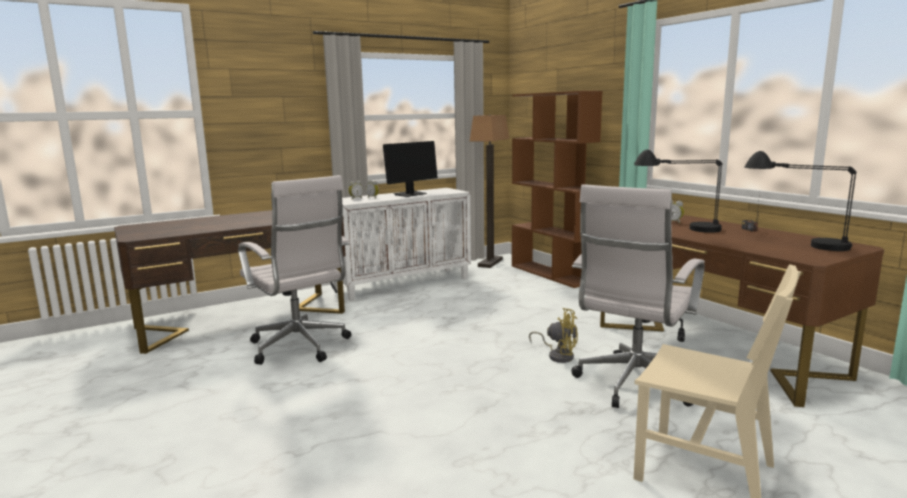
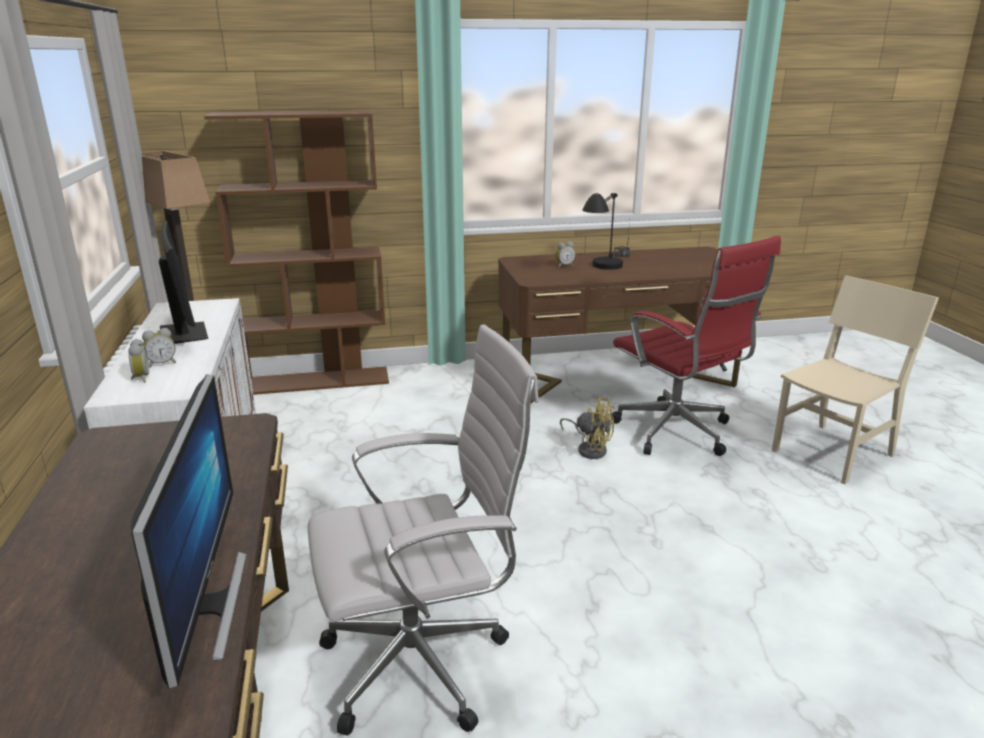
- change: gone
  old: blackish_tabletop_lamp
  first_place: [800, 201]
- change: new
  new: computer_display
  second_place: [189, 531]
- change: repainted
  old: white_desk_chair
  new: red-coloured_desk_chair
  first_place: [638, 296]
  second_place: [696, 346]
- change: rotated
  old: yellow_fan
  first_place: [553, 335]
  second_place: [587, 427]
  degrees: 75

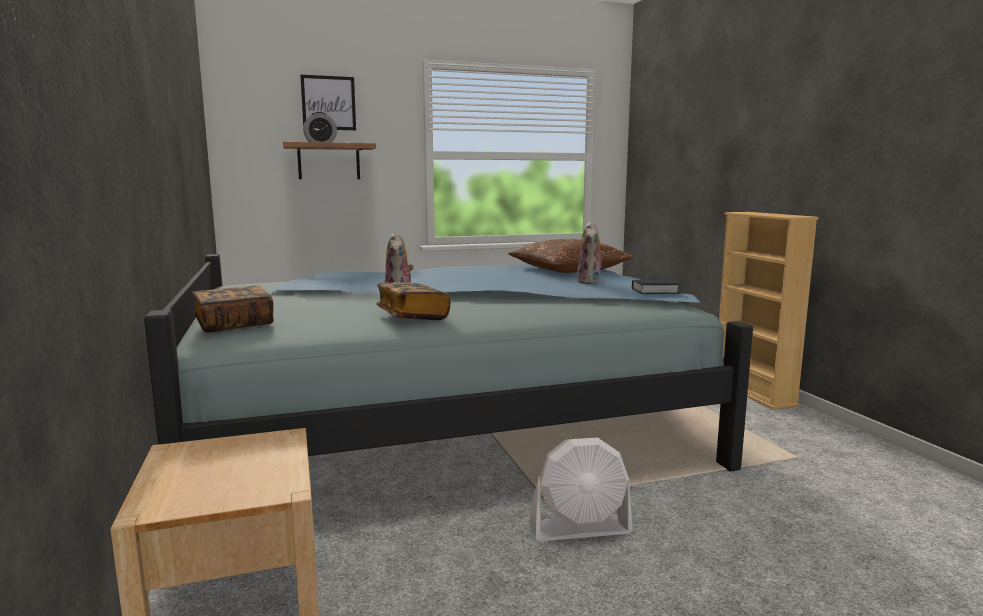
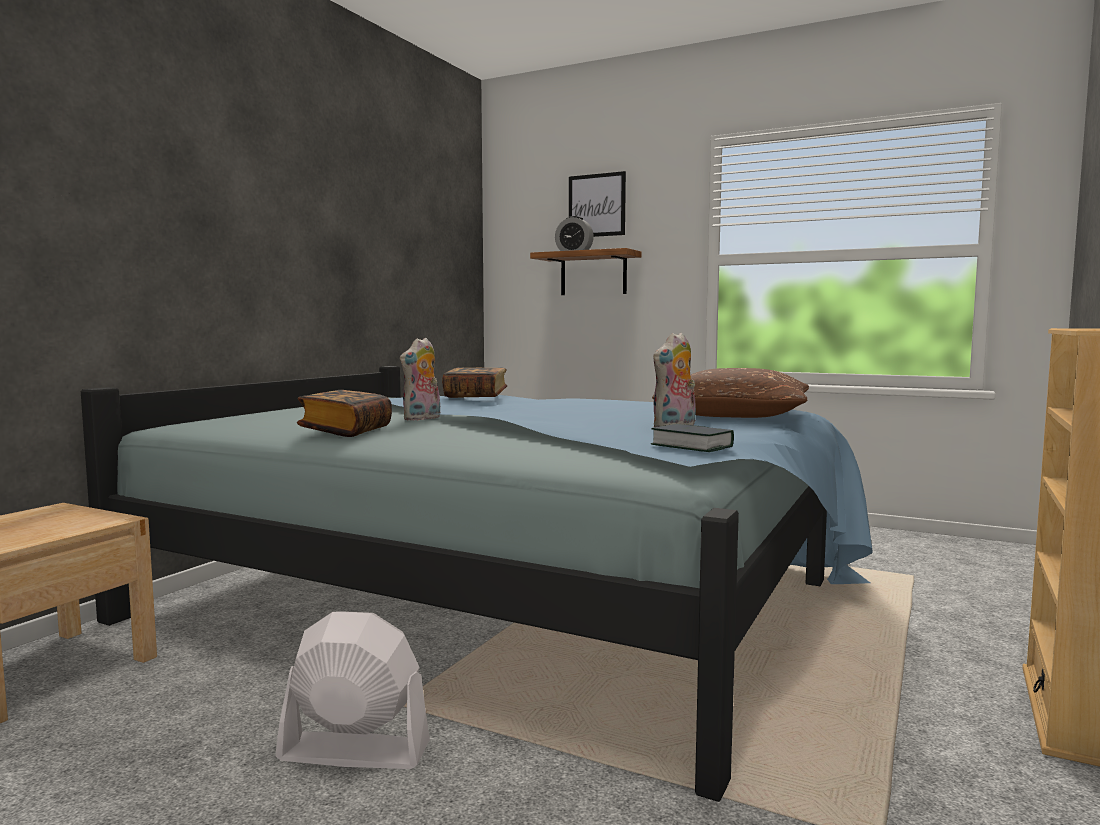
- change: shifted
  old: volume
  first_place: [233, 309]
  second_place: [474, 382]
- change: rotated
  old: white_fan
  first_place: [581, 489]
  second_place: [352, 690]
  degrees: 150

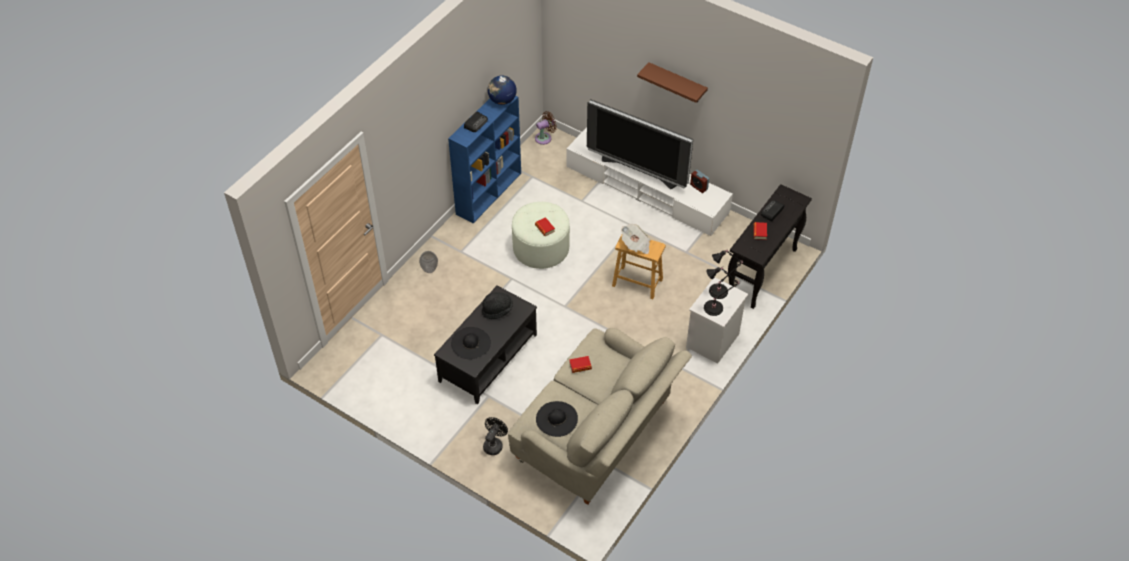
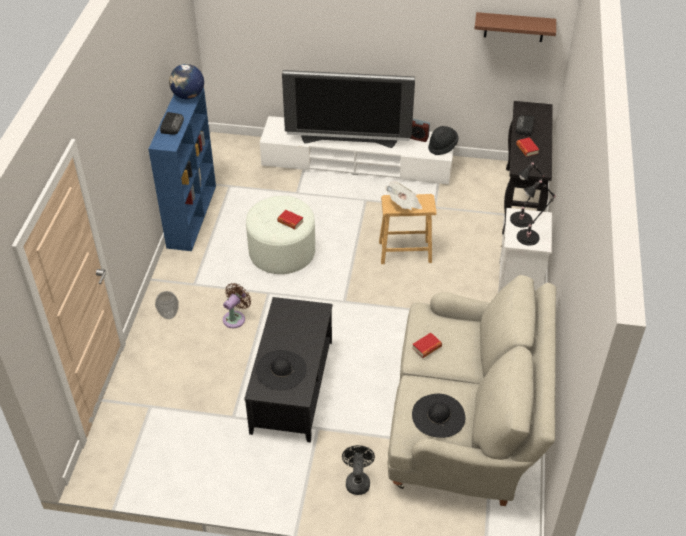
- change: shifted
  old: blackish_clothing_hat
  first_place: [497, 305]
  second_place: [443, 140]
- change: shifted
  old: brown_fan
  first_place: [546, 128]
  second_place: [237, 305]
- change: shifted
  old: brown_shelf
  first_place: [672, 82]
  second_place: [515, 27]

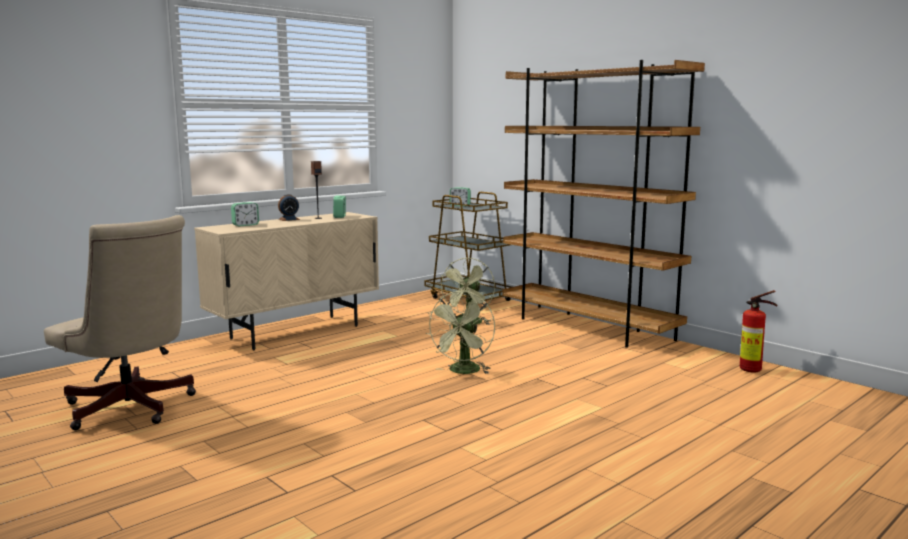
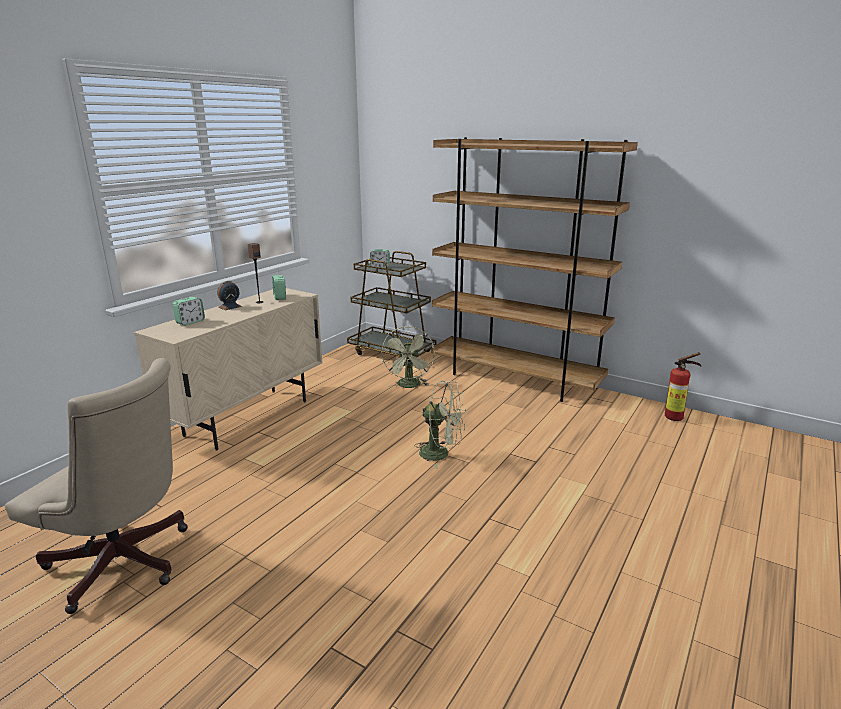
- change: rotated
  old: green_fan
  first_place: [460, 332]
  second_place: [440, 424]
  degrees: -75

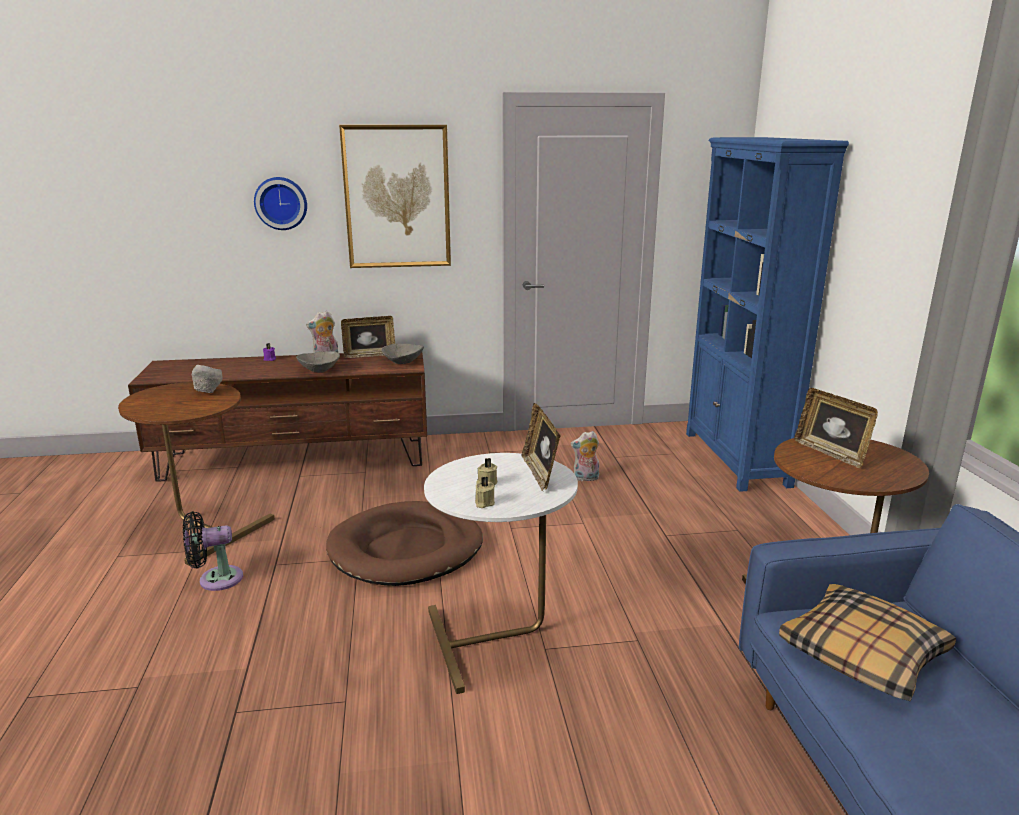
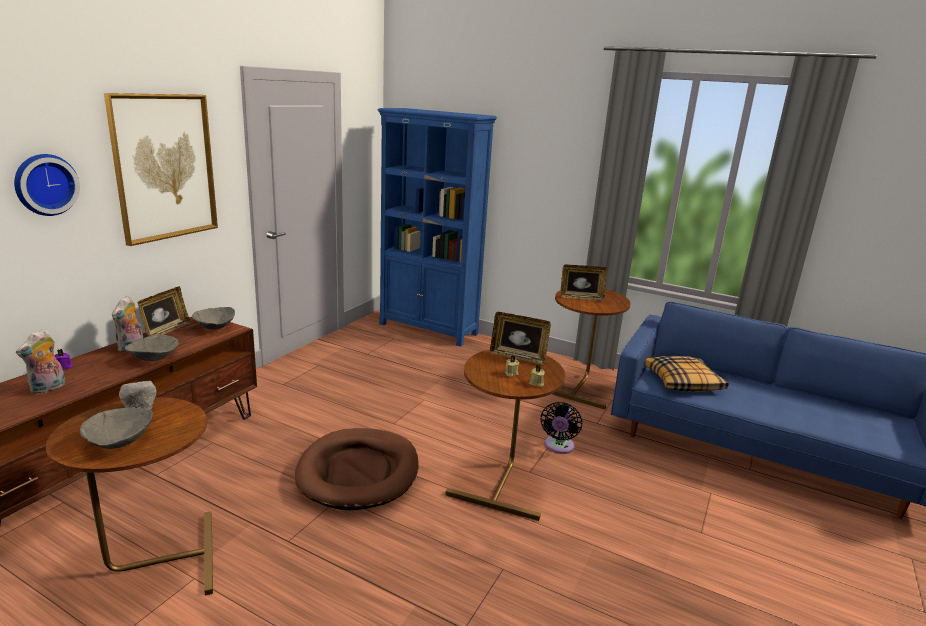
- change: new
  new: grey_serving_bowl
  second_place: [116, 428]
- change: shifted
  old: blackish_fan
  first_place: [213, 551]
  second_place: [561, 428]
- change: shifted
  old: cuddly_toy
  first_place: [584, 456]
  second_place: [40, 361]
- change: repainted
  old: white_end_table
  new: brown_end_table
  first_place: [501, 573]
  second_place: [505, 435]

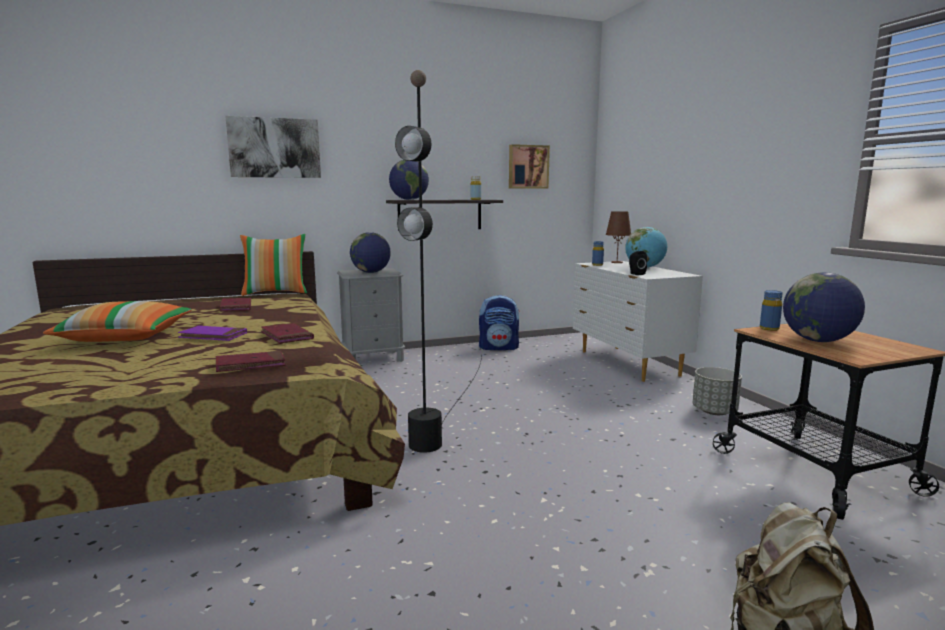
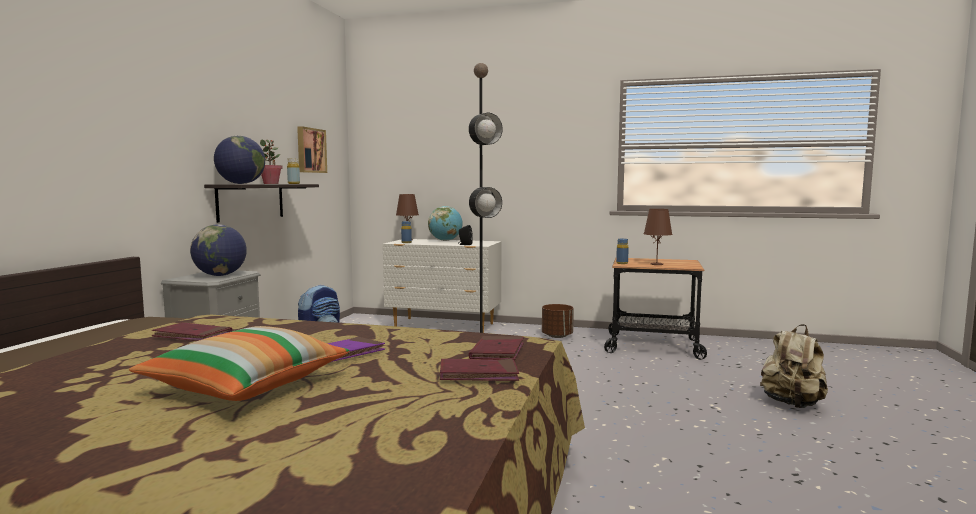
- change: gone
  old: wall_picture
  first_place: [273, 147]
- change: gone
  old: pillow
  first_place: [273, 265]
- change: new
  new: potted_plant
  second_place: [271, 161]
- change: shifted
  old: red-coloured_volume
  first_place: [287, 333]
  second_place: [479, 370]
- change: swapped
  old: world_globe
  new: brown_tabletop_lamp
  first_place: [824, 307]
  second_place: [658, 237]
- change: repainted
  old: grey_flower_pot
  new: brown_flower_pot
  first_place: [717, 391]
  second_place: [558, 321]

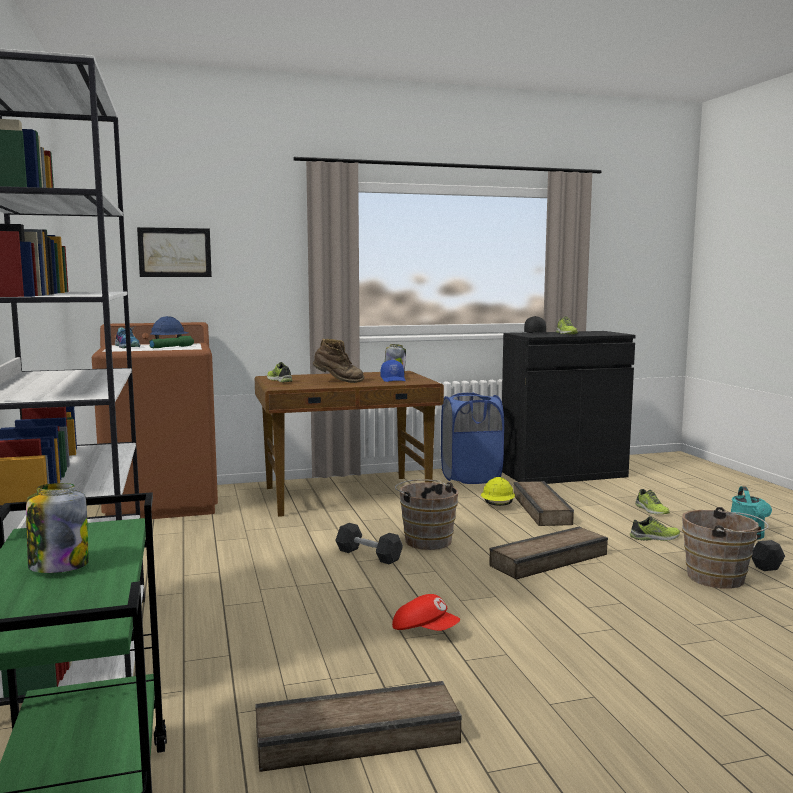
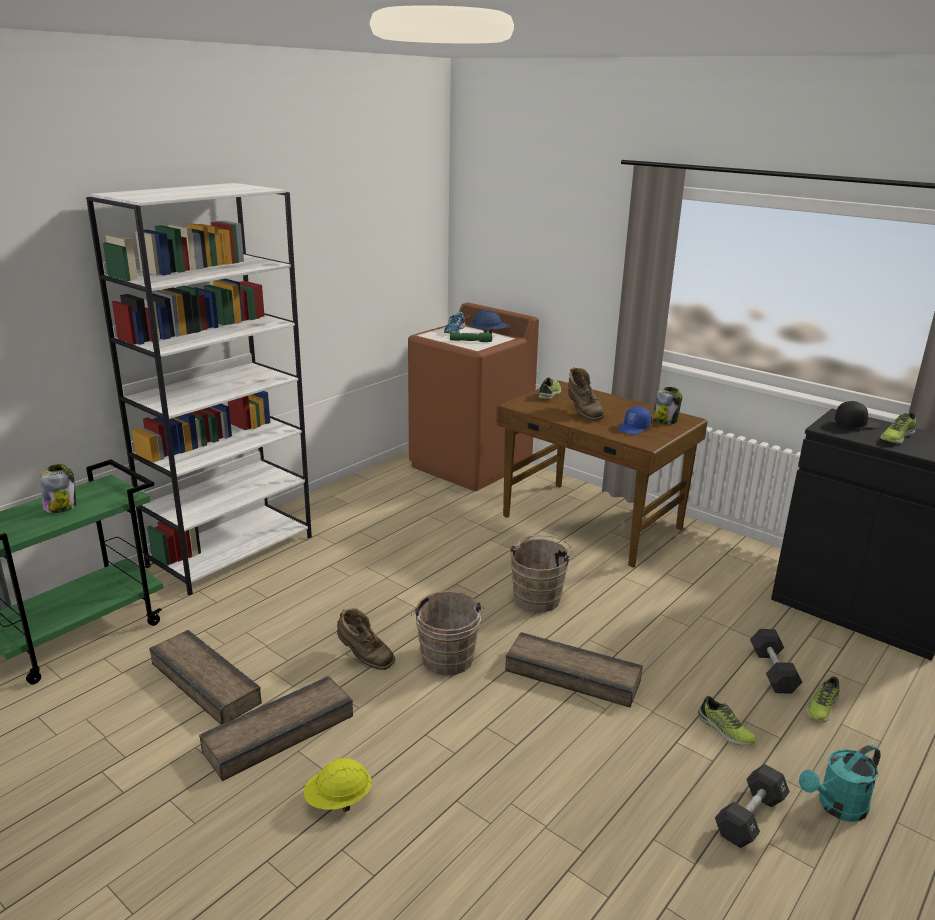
- change: gone
  old: wall_picture
  first_place: [174, 252]
- change: gone
  old: blue-coloured_laundry_basket
  first_place: [472, 438]
- change: shifted
  old: blackish_hand_weight
  first_place: [369, 544]
  second_place: [776, 661]
- change: shifted
  old: yellow_safety_helmet
  first_place: [498, 491]
  second_place: [337, 785]
- change: shifted
  old: packing_crate
  first_place: [544, 503]
  second_place: [276, 728]
- change: shifted
  old: brown_water_bucket
  first_place: [725, 548]
  second_place: [447, 633]
- change: swapped
  old: red-coloured_peaked_cap
  new: brown_tall_boot
  first_place: [426, 612]
  second_place: [366, 639]

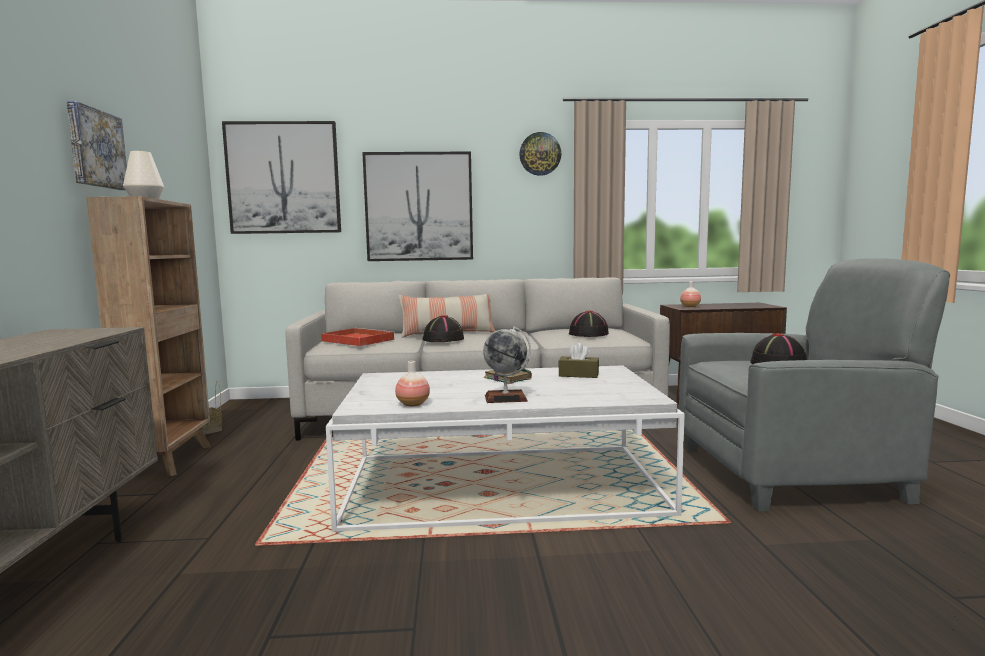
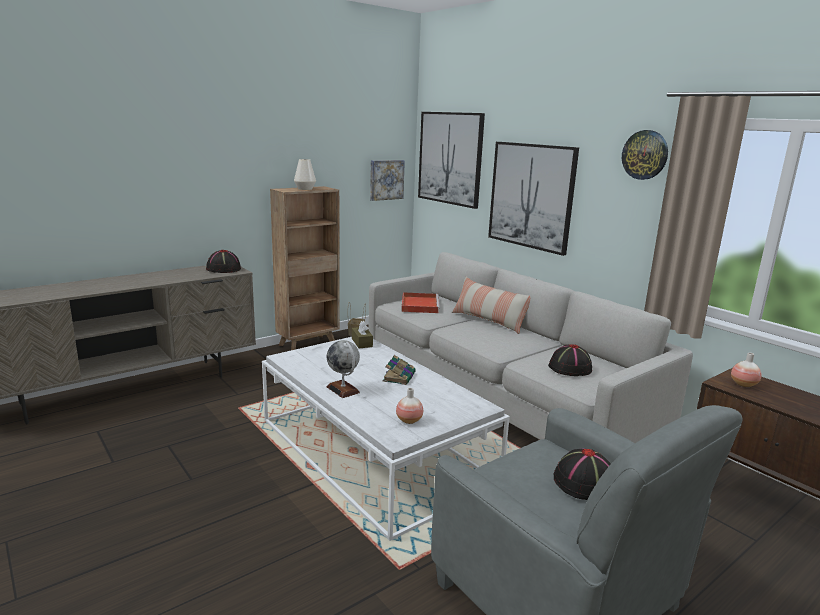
- change: shifted
  old: wall_picture
  first_place: [96, 145]
  second_place: [387, 180]
- change: shifted
  old: decorative_vase
  first_place: [412, 383]
  second_place: [409, 406]
- change: shifted
  old: blackish_clothing_hat
  first_place: [443, 328]
  second_place: [223, 261]
- change: shifted
  old: brown_tissue_box
  first_place: [578, 360]
  second_place: [362, 334]

